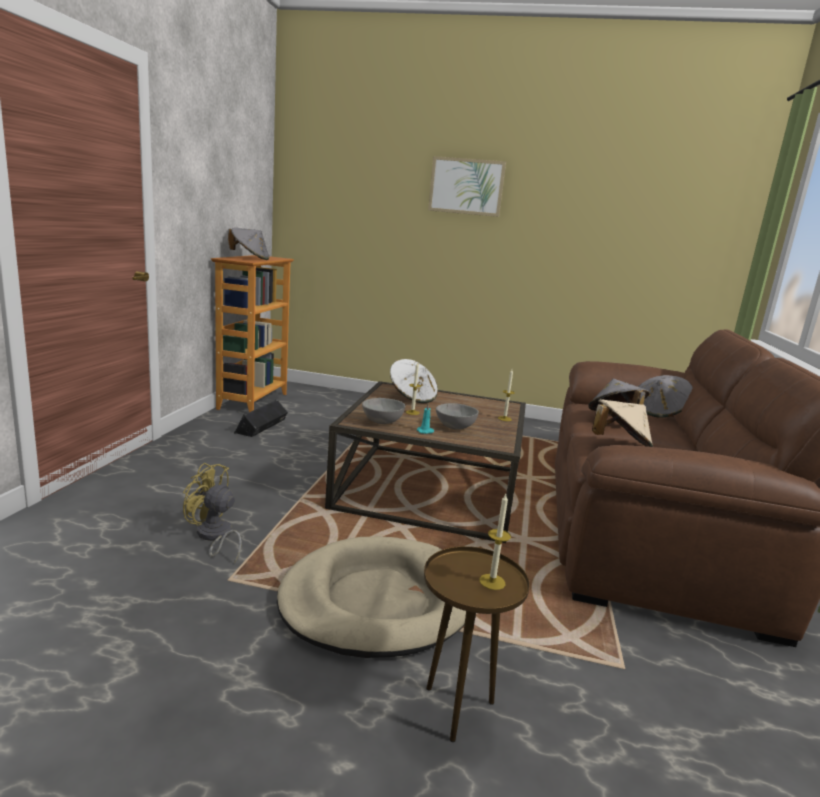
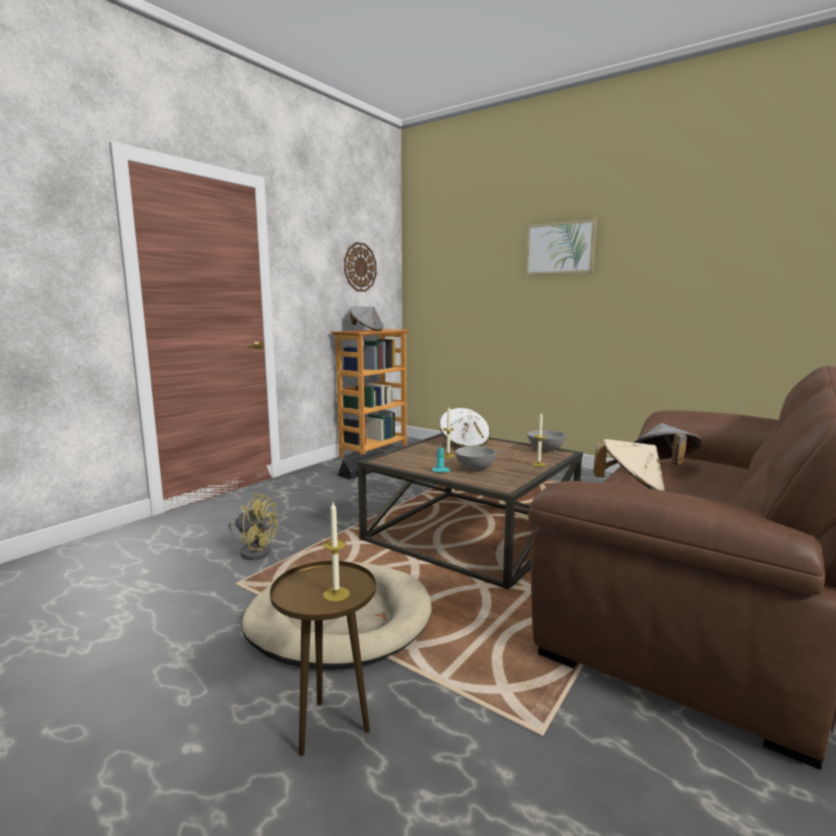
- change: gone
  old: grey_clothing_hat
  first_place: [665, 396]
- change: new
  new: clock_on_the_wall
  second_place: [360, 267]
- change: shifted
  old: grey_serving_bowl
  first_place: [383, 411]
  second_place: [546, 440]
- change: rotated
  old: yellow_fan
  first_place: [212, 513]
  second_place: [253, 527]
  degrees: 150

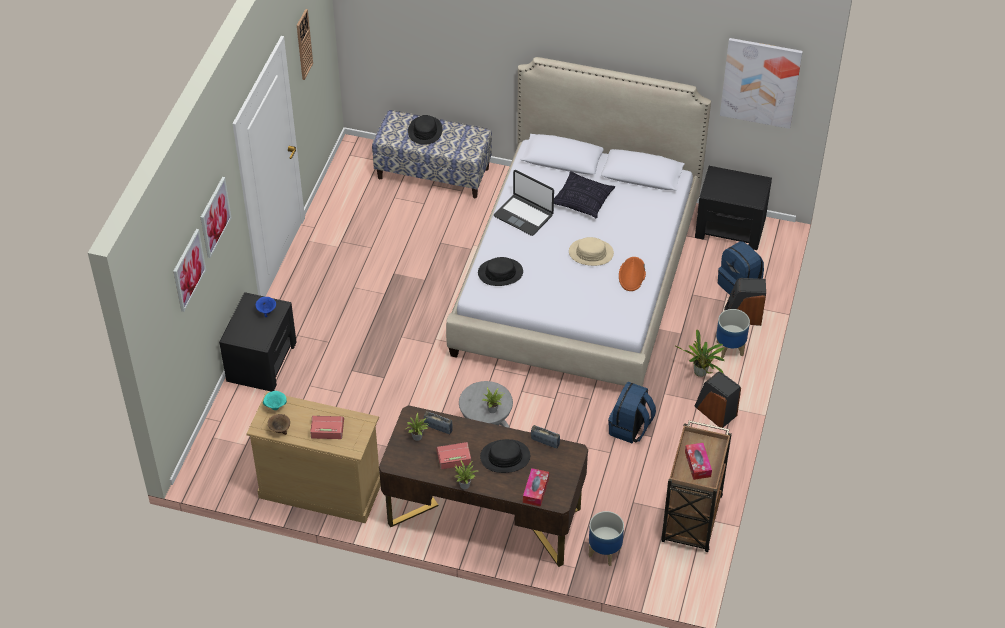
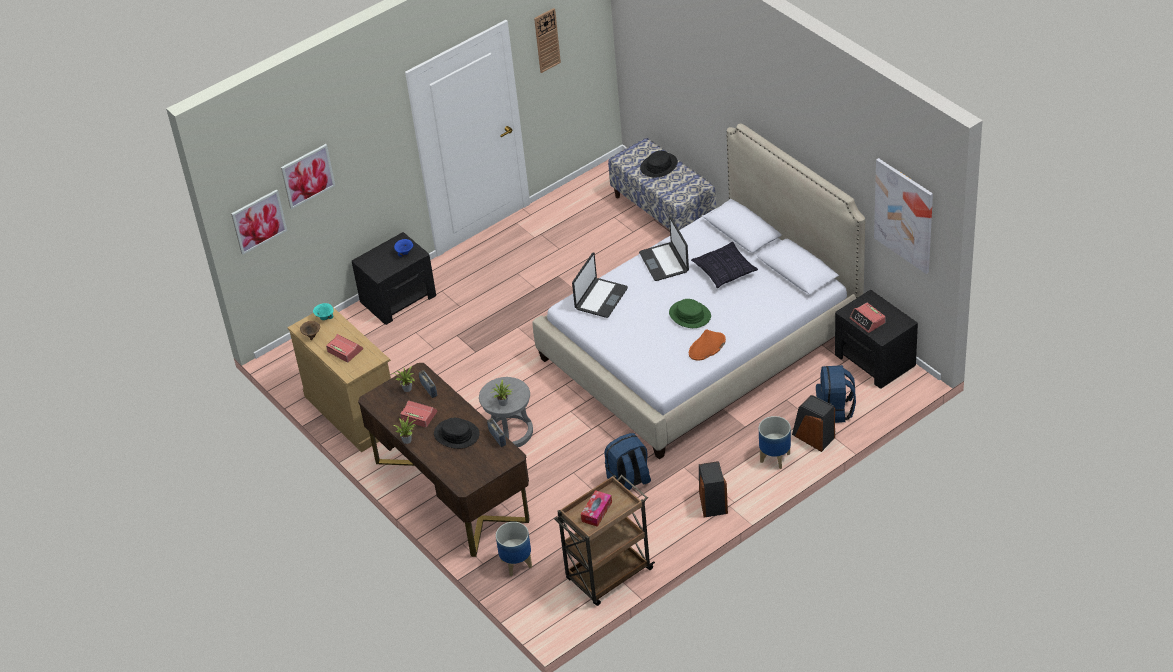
- change: gone
  old: tissue_box
  first_place: [536, 487]
- change: gone
  old: potted_plant
  first_place: [699, 353]
- change: new
  new: alarm_clock
  second_place: [868, 318]
- change: shifted
  old: wall_picture
  first_place: [216, 217]
  second_place: [259, 222]
- change: swapped
  old: blackish_clothing_hat
  new: portable_computer
  first_place: [500, 271]
  second_place: [600, 285]
- change: repainted
  old: sand-coloured_clothing_hat
  new: green_clothing_hat
  first_place: [591, 251]
  second_place: [690, 313]

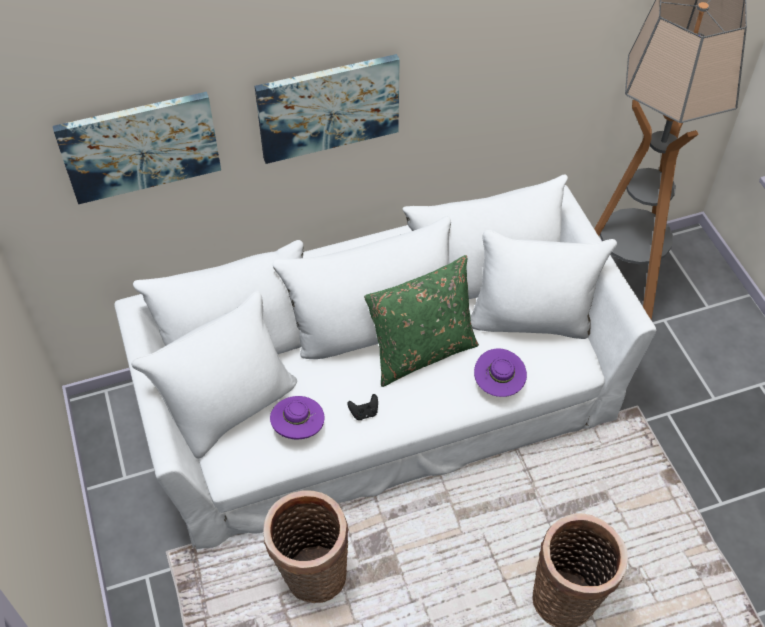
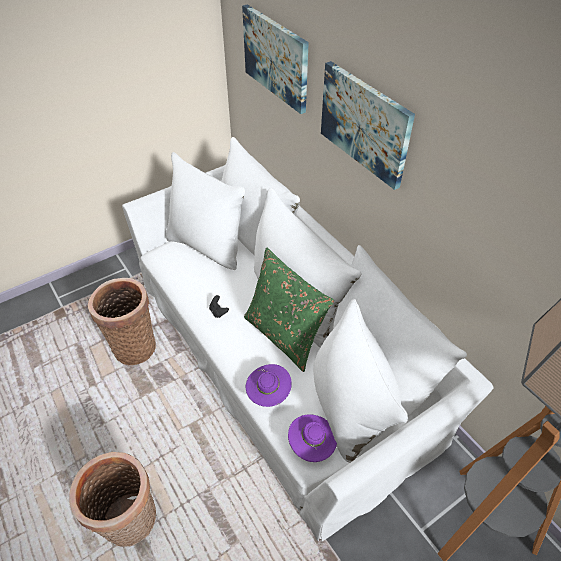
- change: shifted
  old: purple-coloured_clothing_hat
  first_place: [297, 418]
  second_place: [312, 438]

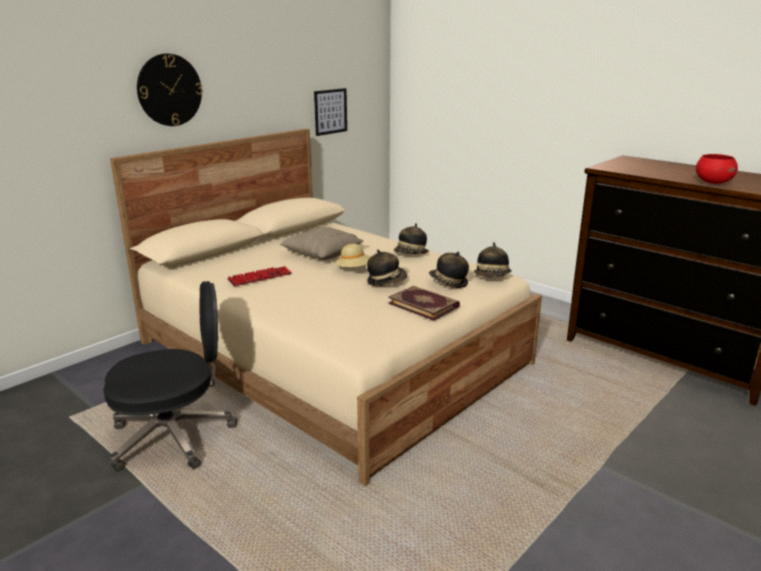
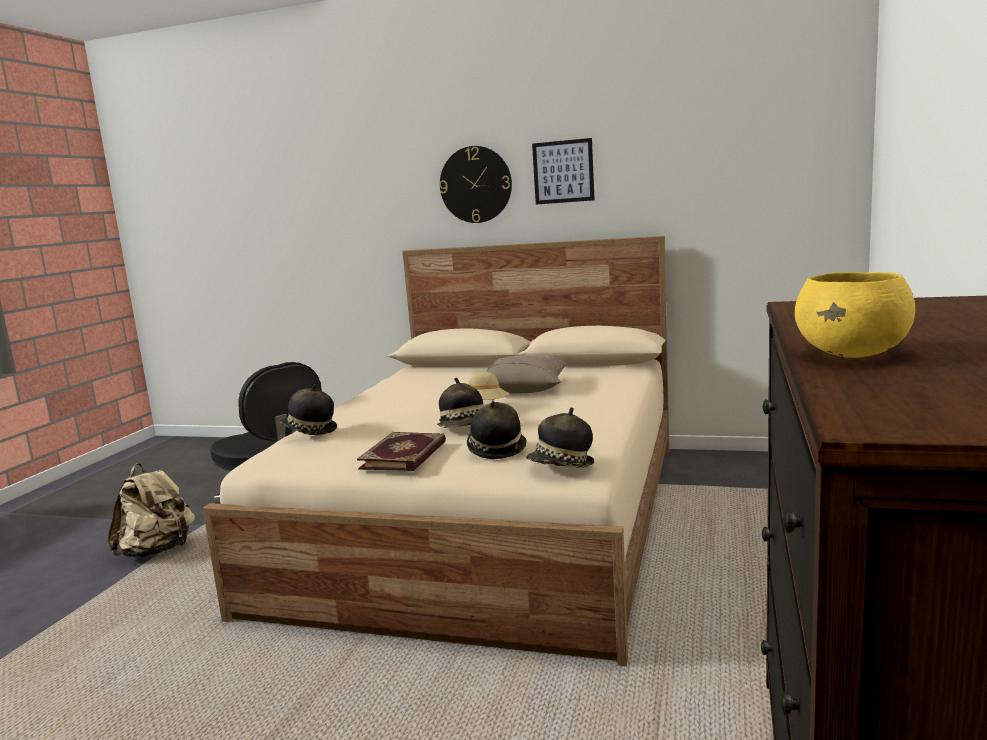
- change: gone
  old: PC_keyboard
  first_place: [259, 276]
- change: new
  new: sand-coloured_backpack
  second_place: [151, 510]
- change: shifted
  old: wall_picture
  first_place: [330, 112]
  second_place: [563, 171]
- change: shifted
  old: clothing_hat
  first_place: [411, 238]
  second_place: [308, 409]
- change: repainted
  old: red-coloured_serving_bowl
  new: yellow_serving_bowl
  first_place: [717, 169]
  second_place: [855, 315]

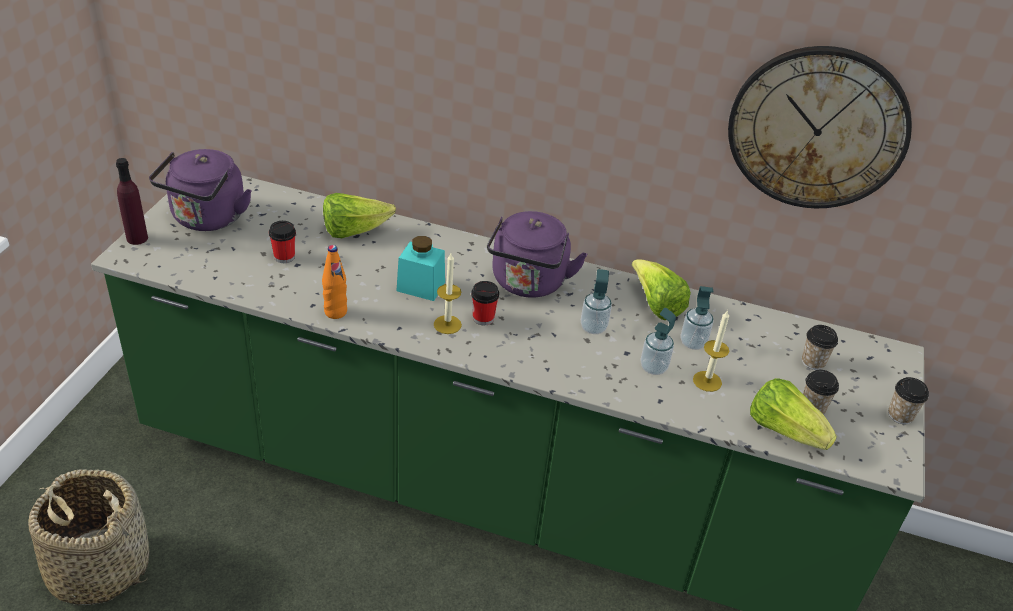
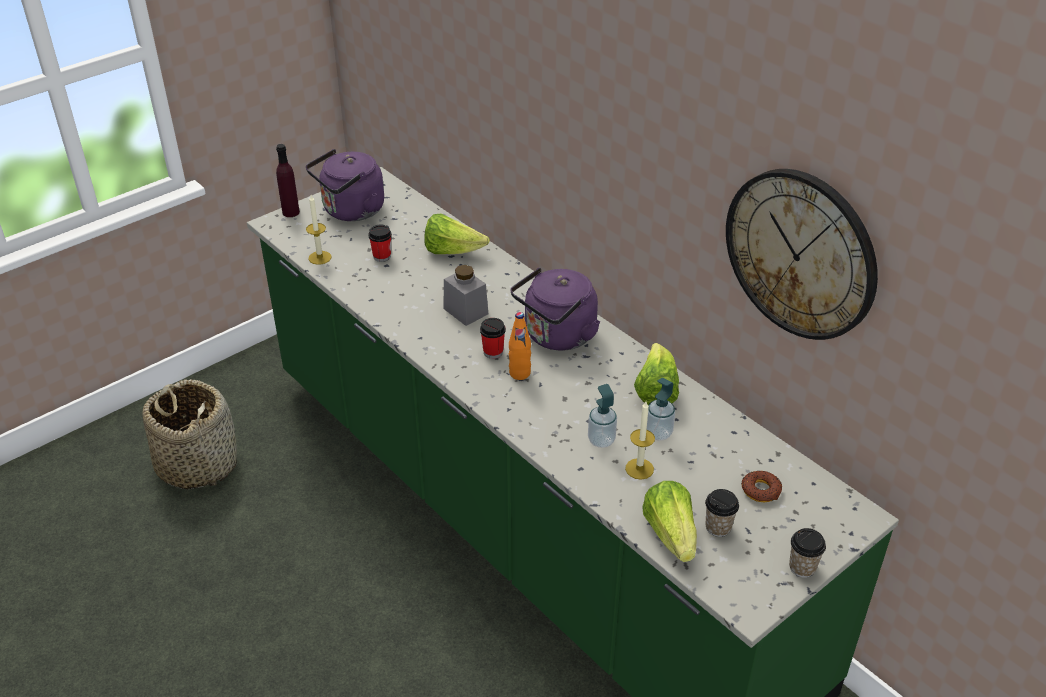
- change: gone
  old: liquid_soap_bottle
  first_place: [596, 301]
- change: shifted
  old: orange-coloured_drink_bottle
  first_place: [334, 282]
  second_place: [520, 346]
- change: shifted
  old: wax_light
  first_place: [448, 293]
  second_place: [318, 230]
- change: swapped
  old: cup
  new: doughnut
  first_place: [820, 347]
  second_place: [761, 486]
- change: repainted
  old: turquoise-coloured_storage_jar
  new: grey_storage_jar
  first_place: [420, 268]
  second_place: [466, 295]

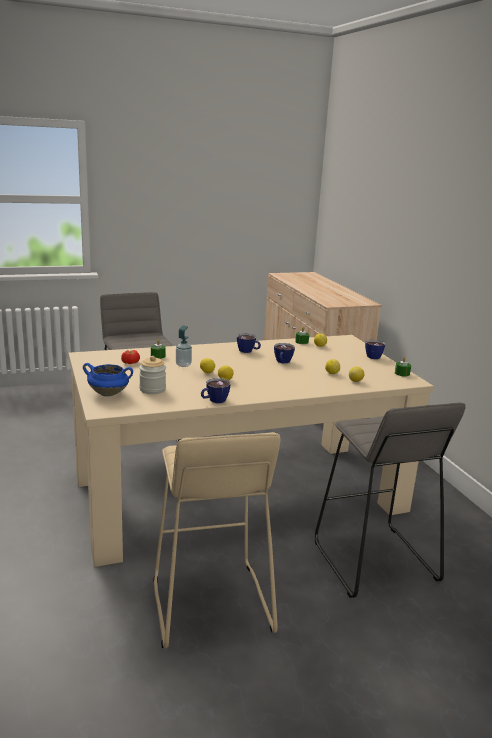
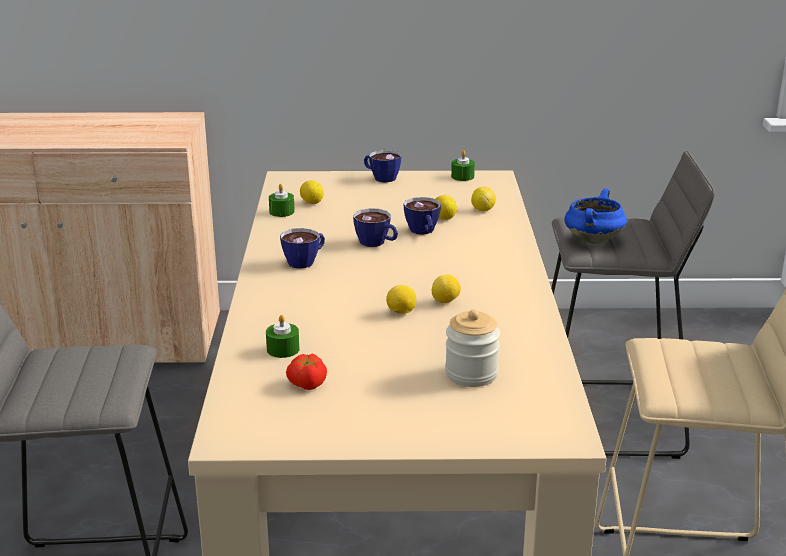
- change: gone
  old: liquid_soap_bottle
  first_place: [184, 346]
- change: shifted
  old: blue-coloured_saucepot
  first_place: [108, 379]
  second_place: [595, 216]
- change: shifted
  old: cup
  first_place: [216, 390]
  second_place: [422, 216]

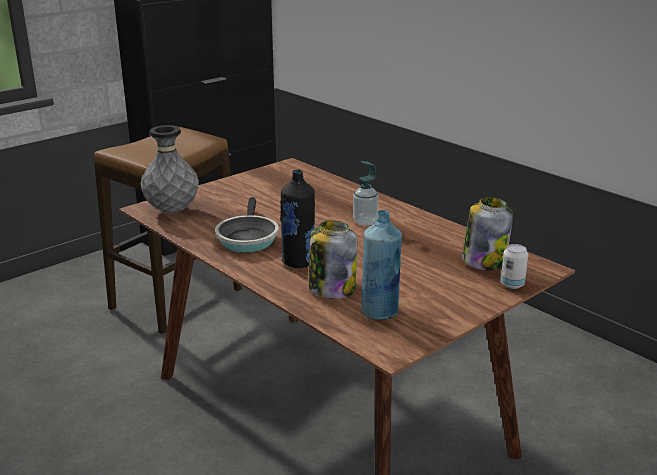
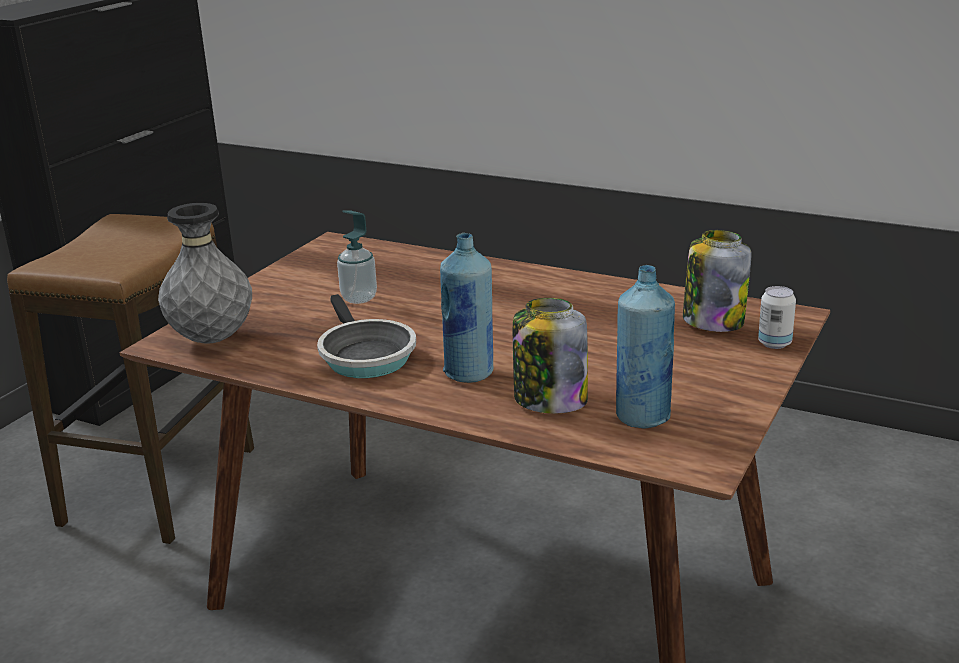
- change: shifted
  old: liquid_soap_bottle
  first_place: [366, 193]
  second_place: [357, 257]
- change: repainted
  old: blackish_drink_bottle
  new: blue-coloured_drink_bottle
  first_place: [297, 218]
  second_place: [466, 308]

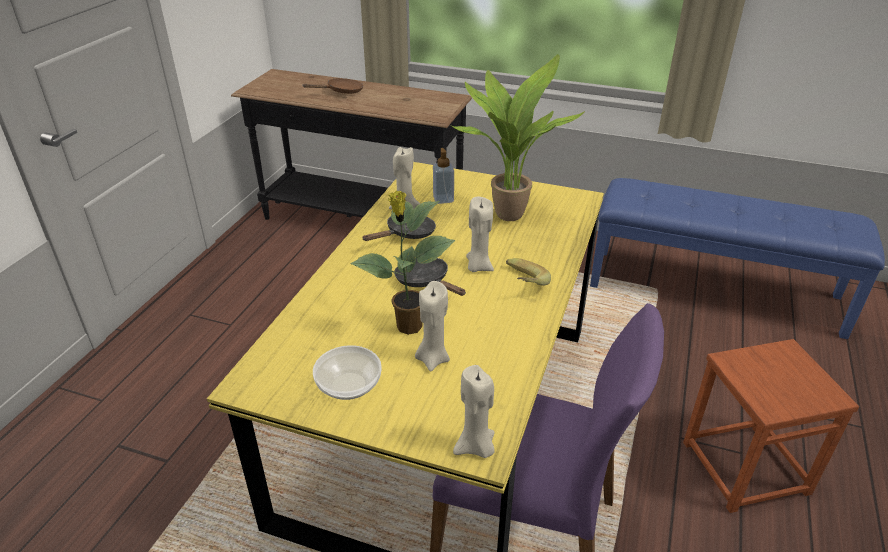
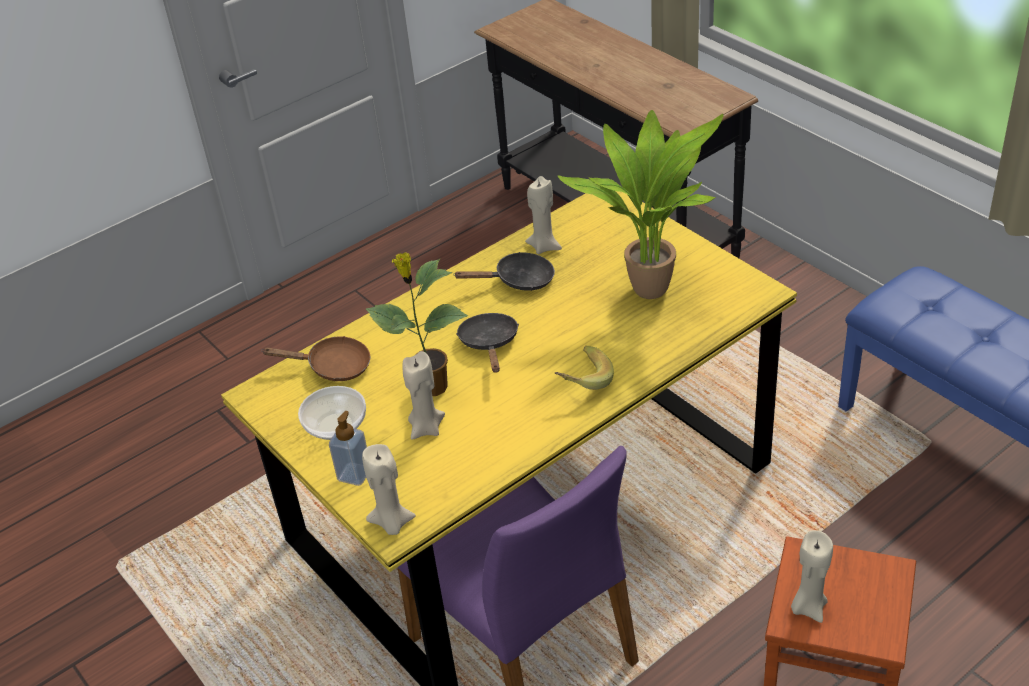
- change: shifted
  old: brown_pan
  first_place: [333, 86]
  second_place: [316, 358]
- change: shifted
  old: liquid_soap_bottle
  first_place: [443, 176]
  second_place: [348, 448]
- change: shifted
  old: sand-coloured_wax_light
  first_place: [480, 234]
  second_place: [812, 576]

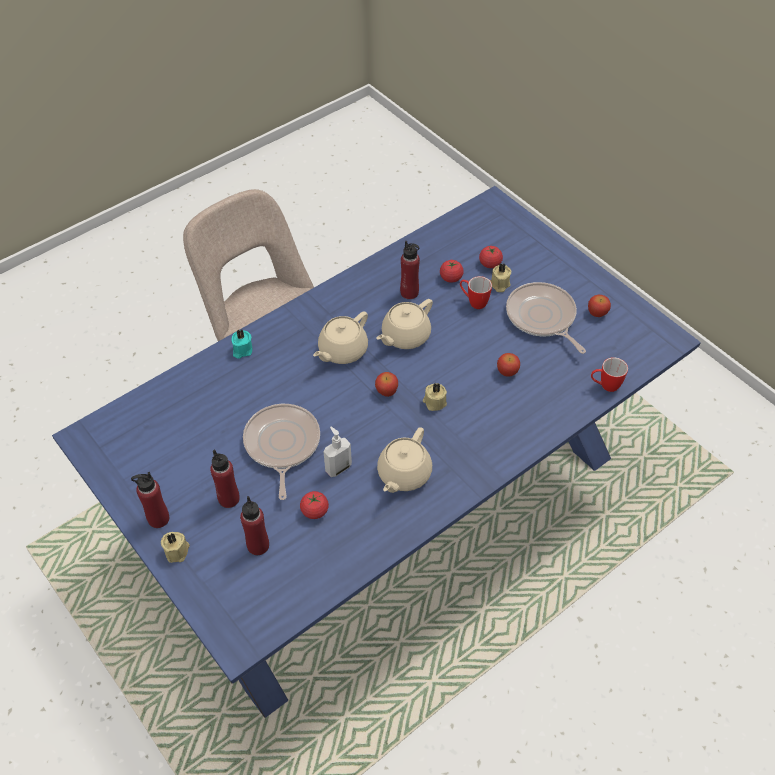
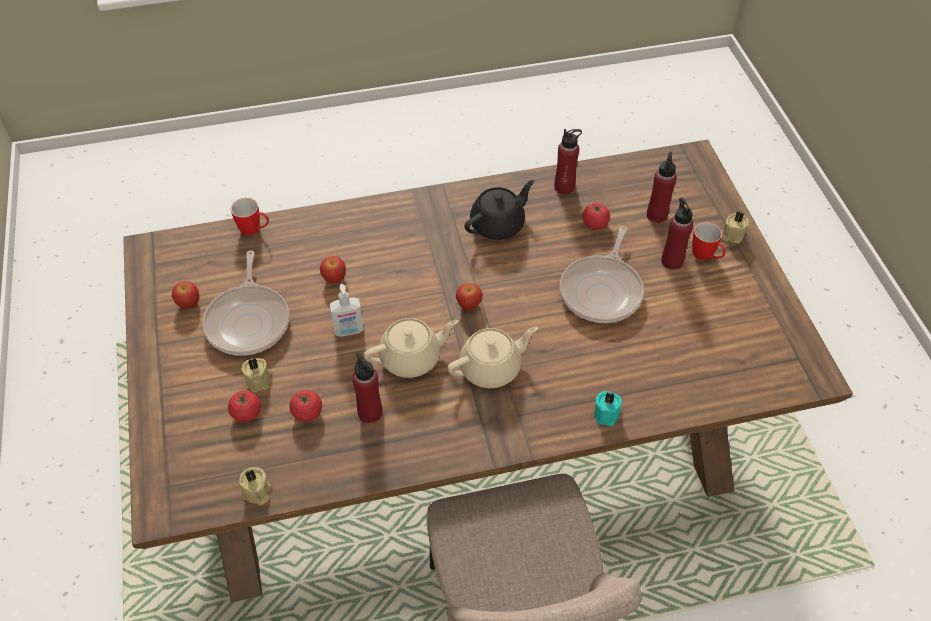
- change: shifted
  old: red-coloured_drink_bottle
  first_place: [150, 500]
  second_place: [568, 162]
- change: shifted
  old: liquid_soap_bottle
  first_place: [337, 451]
  second_place: [347, 310]
- change: shifted
  old: sand-coloured_wax_light
  first_place: [435, 397]
  second_place: [254, 486]
- change: shifted
  old: coffee_mug
  first_place: [476, 292]
  second_place: [709, 241]
- change: repainted
  old: blue-coloured_kitchen_table
  new: brown_kitchen_table
  first_place: [376, 452]
  second_place: [488, 371]
- change: repainted
  old: sand-coloured_teapot
  new: blackish_teapot
  first_place: [404, 460]
  second_place: [499, 210]

